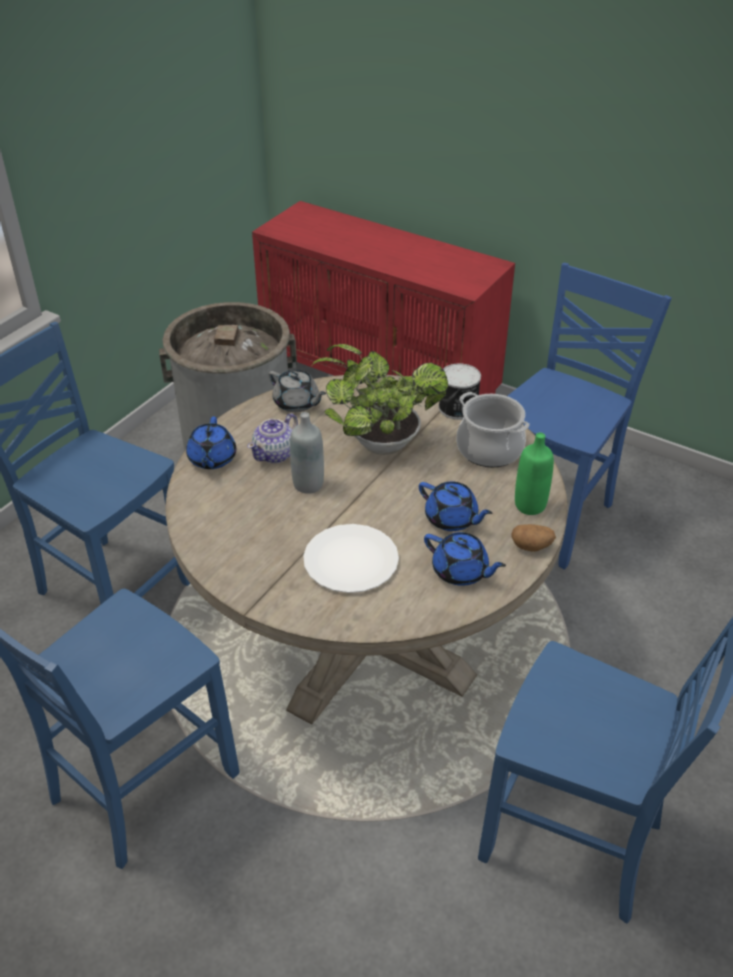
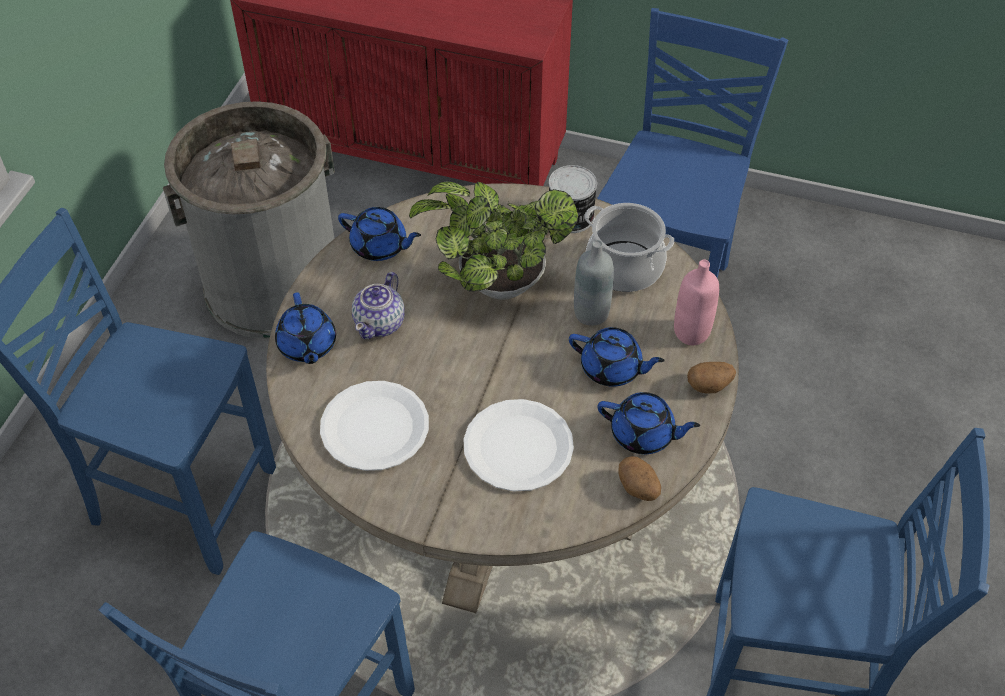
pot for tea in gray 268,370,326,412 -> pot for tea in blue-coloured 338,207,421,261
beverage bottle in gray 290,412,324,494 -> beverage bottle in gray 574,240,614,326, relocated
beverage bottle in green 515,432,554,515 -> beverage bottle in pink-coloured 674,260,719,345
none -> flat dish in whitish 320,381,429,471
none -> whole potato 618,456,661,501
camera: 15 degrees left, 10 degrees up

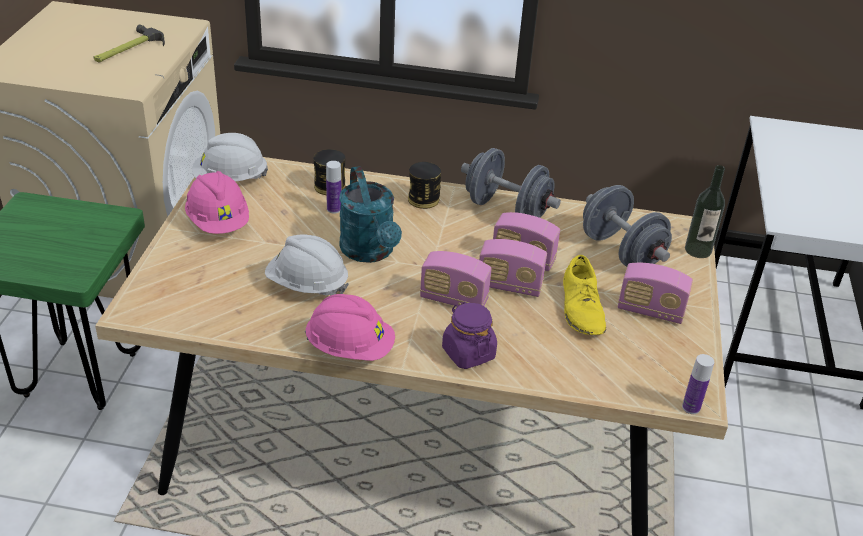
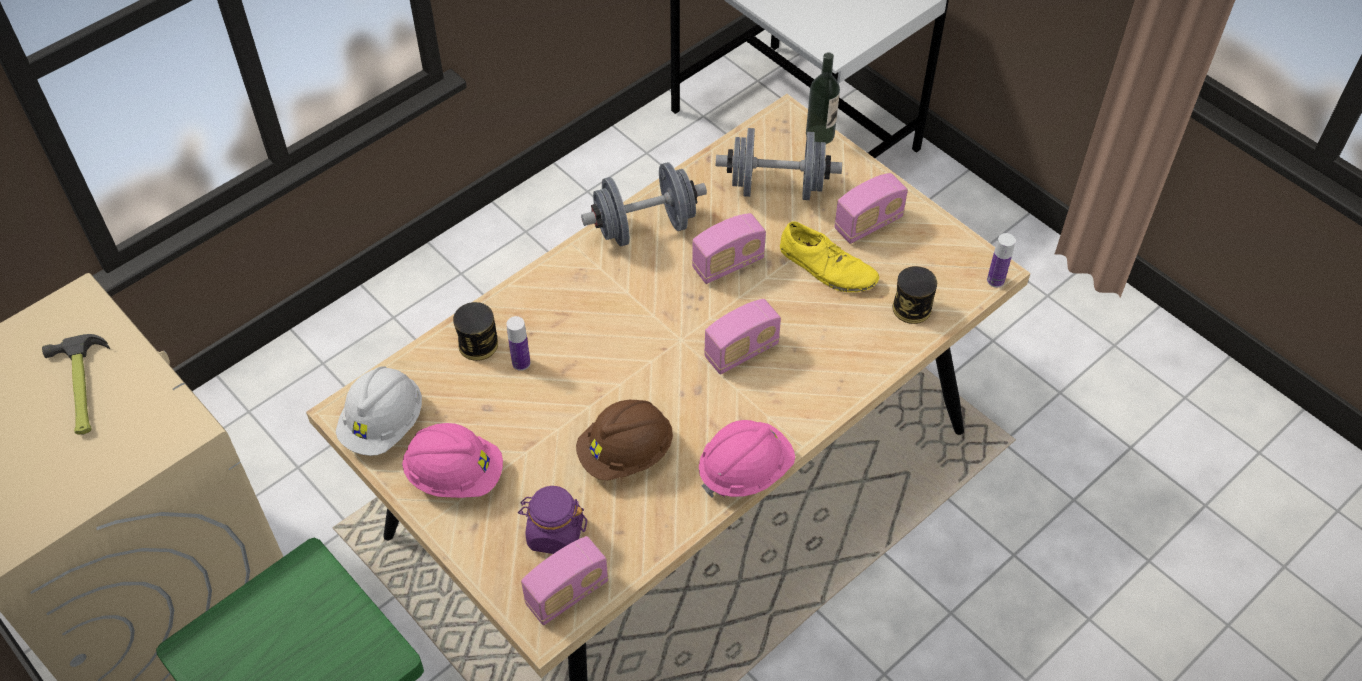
work helmet in whitish 265,234,349,296 -> work helmet in brownish 576,400,673,481
sprinkling can in turquoise-coloured 339,166,402,263 -> none
can 408,162,441,209 -> can 893,266,937,324, relocated
jar in purple-coloured 442,302,497,369 -> jar in purple-coloured 518,486,587,554, relocated
radio receiver 479,239,547,297 -> radio receiver 521,536,609,625, relocated
camera: 50 degrees left, 15 degrees up

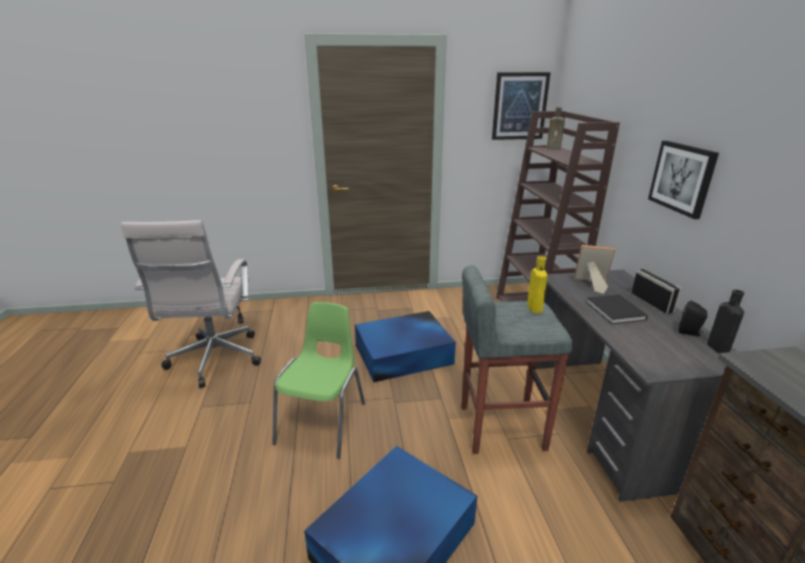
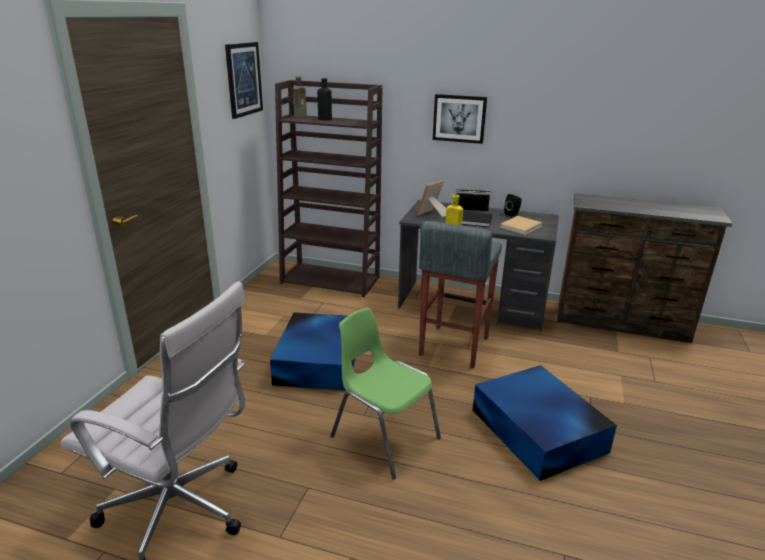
beverage bottle in black-coloured 707,290,745,354 -> beverage bottle in black-coloured 317,78,332,121, relocated
none -> volume in beige 500,216,543,235
camera: 65 degrees left, 0 degrees up

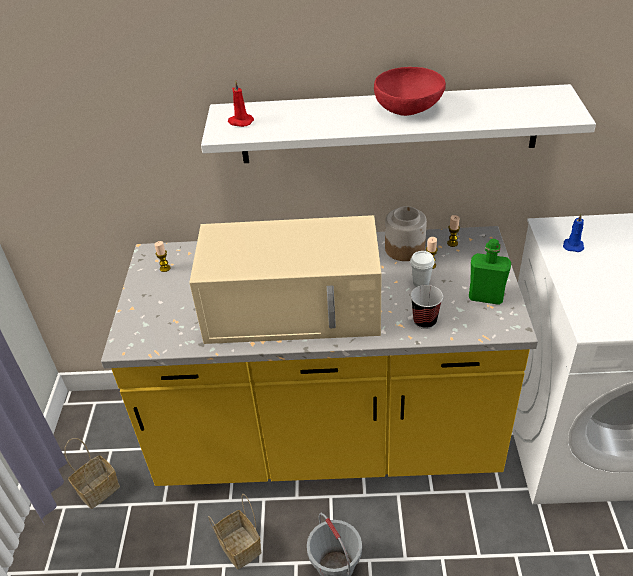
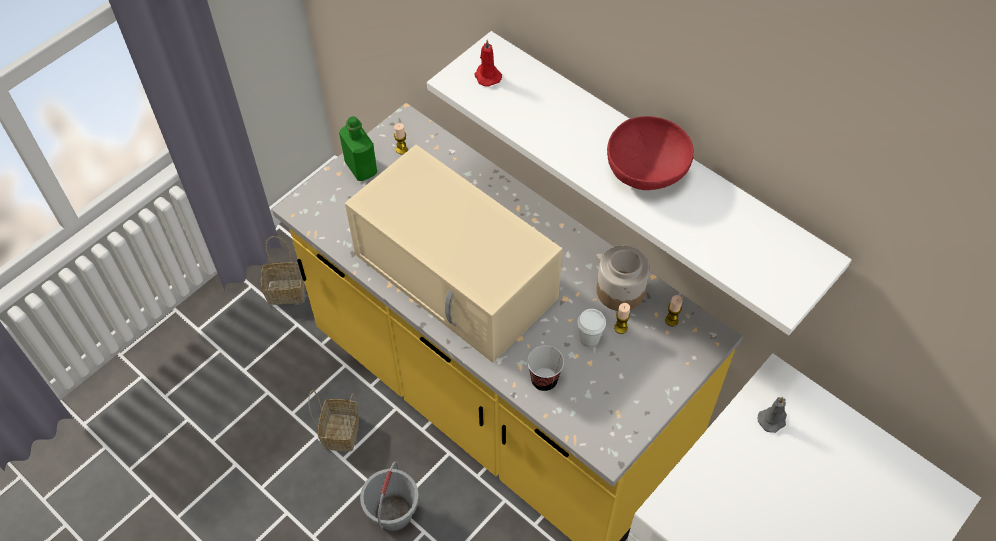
beverage bottle in green 469,239,511,305 -> beverage bottle in green 339,116,377,181, relocated
wax candle in blue-coloured 563,214,584,252 -> wax candle in gray 758,397,787,433
camera: 40 degrees right, 15 degrees up

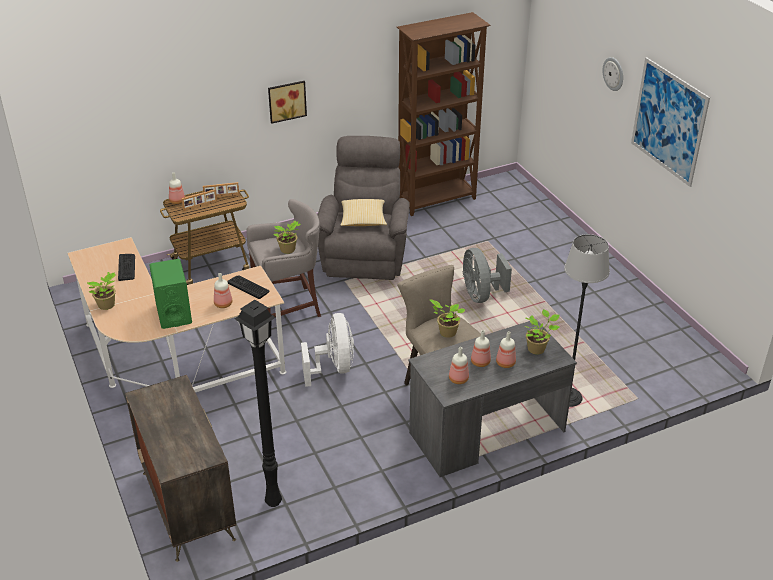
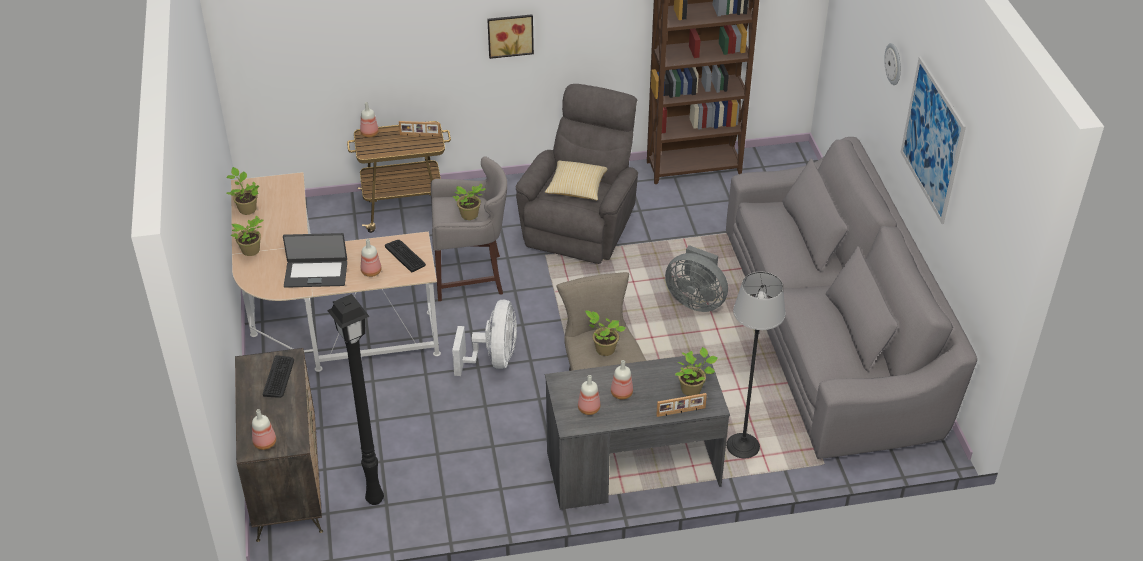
computer keyboard 118,254,135,281 -> computer keyboard 263,355,294,398, relocated
loudspeaker in green 149,259,192,329 -> notebook computer 283,233,347,288
picture frame 181,189,217,211 -> picture frame 656,393,707,417, relocated
electric fan in gray 462,248,512,303 -> electric fan in gray 665,245,728,312, 60 degrees counterclockwise
beverage bottle 496,331,516,368 -> beverage bottle 252,409,276,450, relocated
none -> houseplant 227,167,259,215
none -> settee in gray 726,137,977,459
camera: 15 degrees right, 5 degrees up

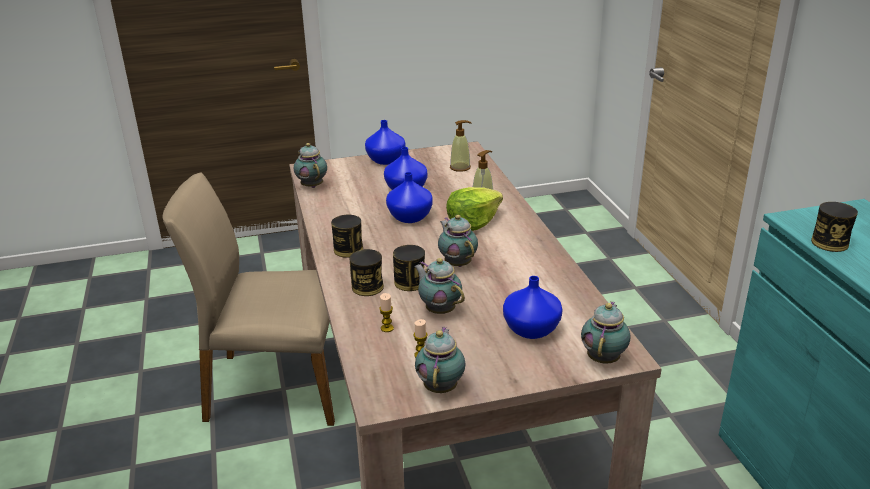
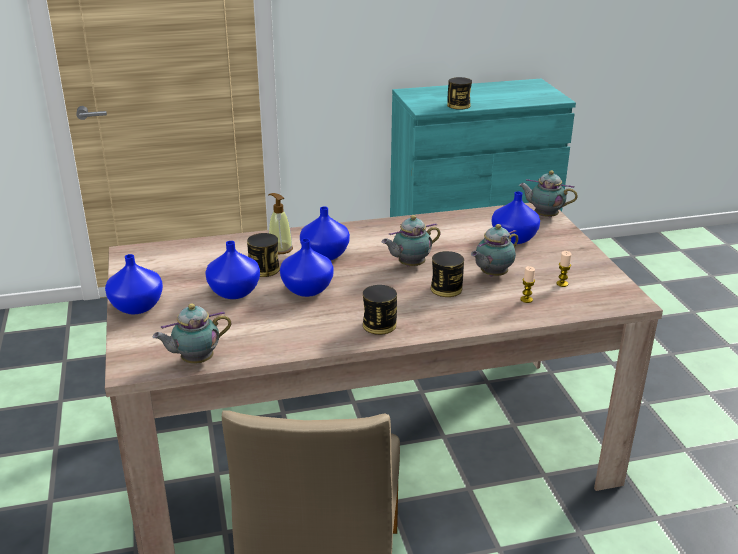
can 350,249,384,296 -> can 247,233,280,277, relocated
pot for tea 415,327,465,393 -> none
head of lettuce 446,187,503,231 -> decorative vase in blue-coloured 300,207,350,260
soap dispenser 450,120,471,172 -> none
camera: 90 degrees left, 0 degrees up

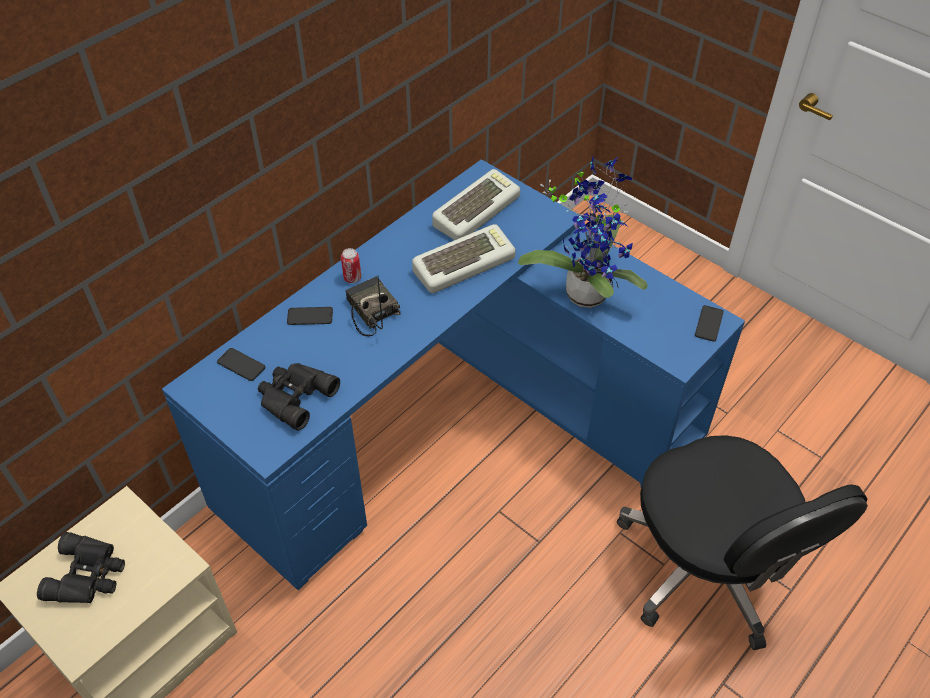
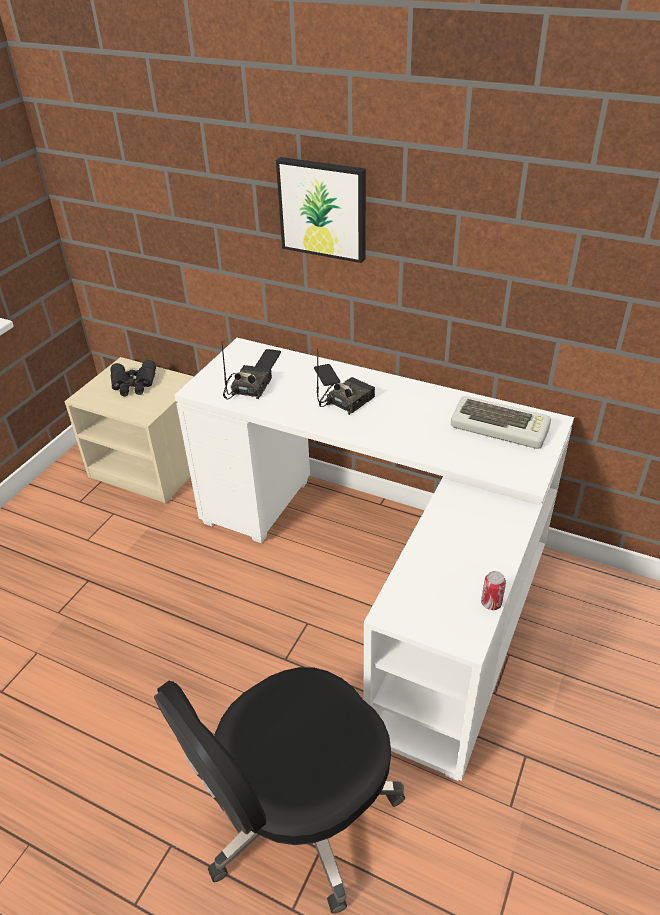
desk in blue-coloured 162,159,745,590 -> desk in whitish 174,338,574,781
binoculars in black-coloured 258,363,340,431 -> radio receiver 222,344,272,399
can 341,248,361,283 -> can 481,571,506,610, relocated
computer keyboard 412,224,516,293 -> none
houseplant 518,156,648,308 -> none
handset 695,305,724,342 -> none
none -> picture 276,157,366,263
camera: 75 degrees right, 10 degrees down

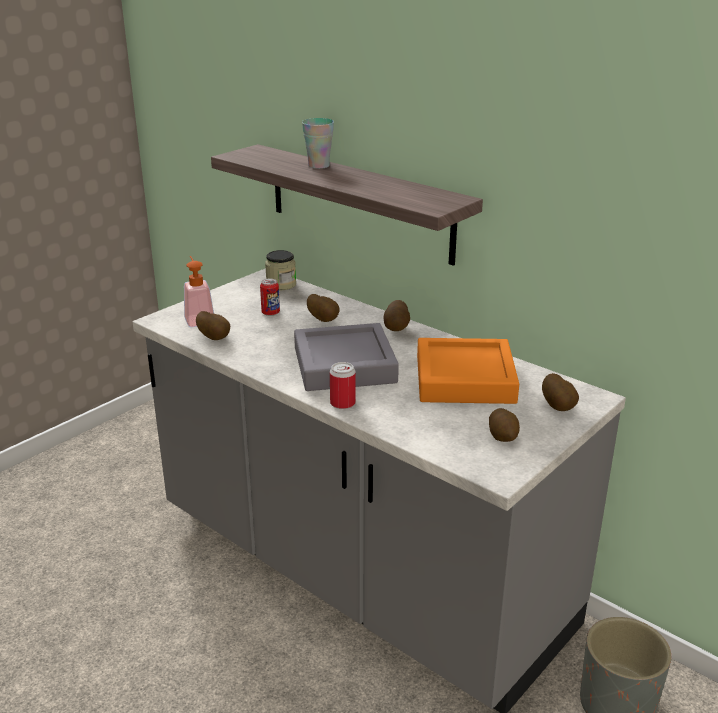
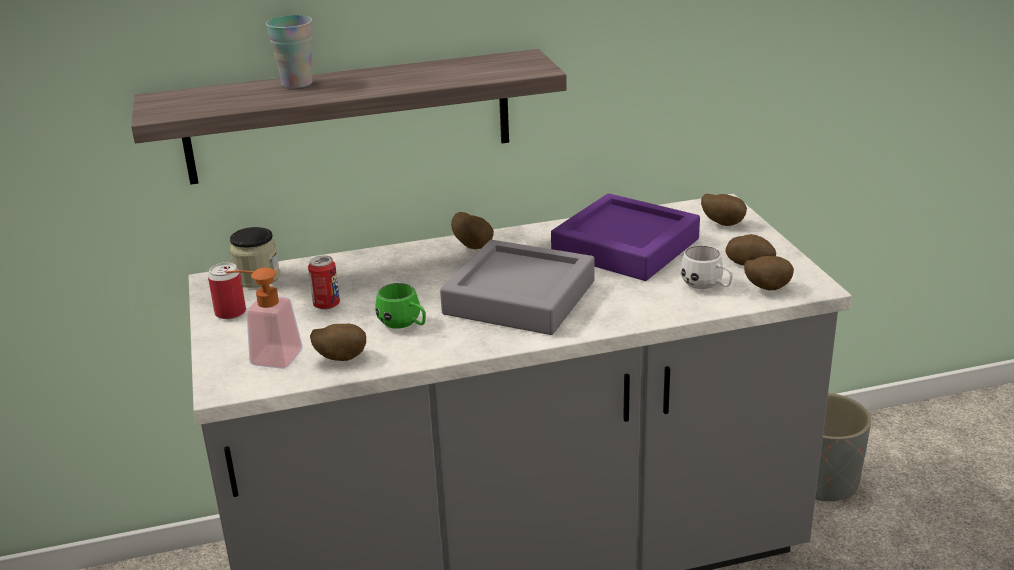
whole potato 307,294,340,322 -> whole potato 744,256,794,290, relocated
can 330,362,356,409 -> can 208,262,246,319, relocated
tray in orange-coloured 417,338,519,404 -> tray in purple-coloured 551,193,700,281
none -> coffee mug in green 375,283,426,329
none -> coffee mug in whitish 680,246,733,289
camera: 55 degrees left, 0 degrees up

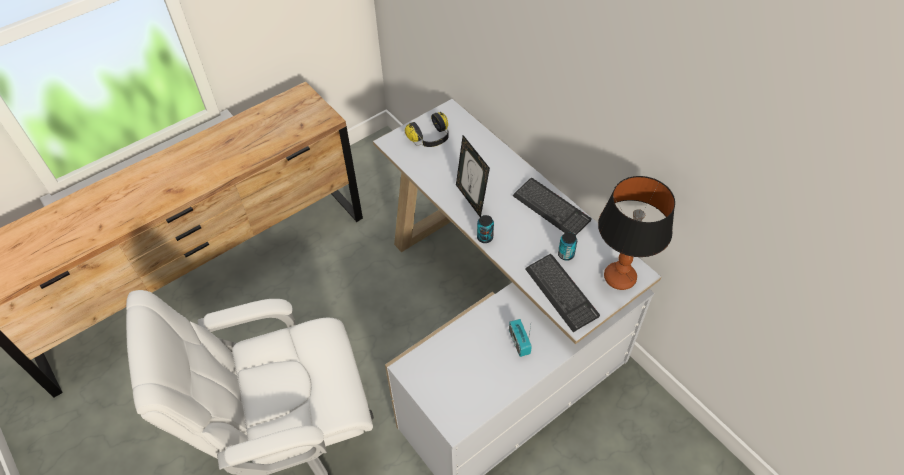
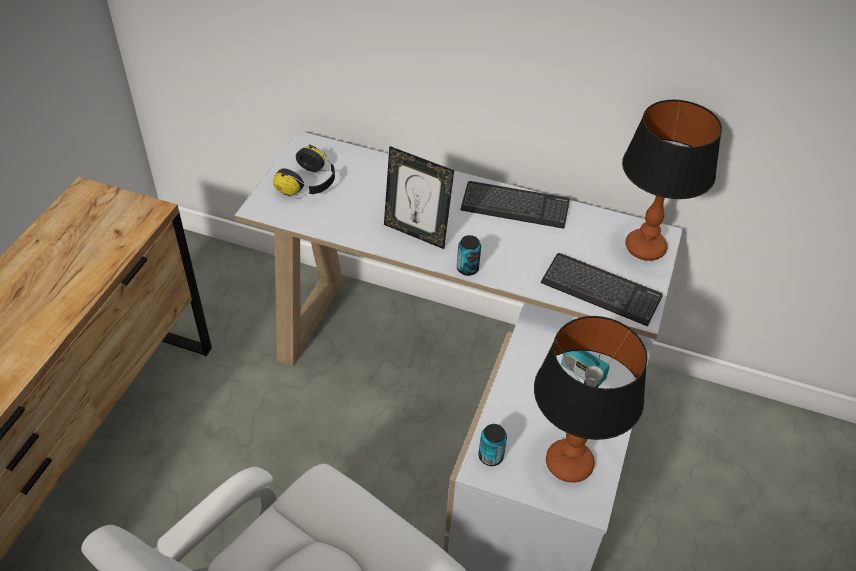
can 558,232,577,261 -> can 479,424,507,466, relocated
none -> lamp for a table 534,316,647,483
camera: 35 degrees left, 5 degrees down

